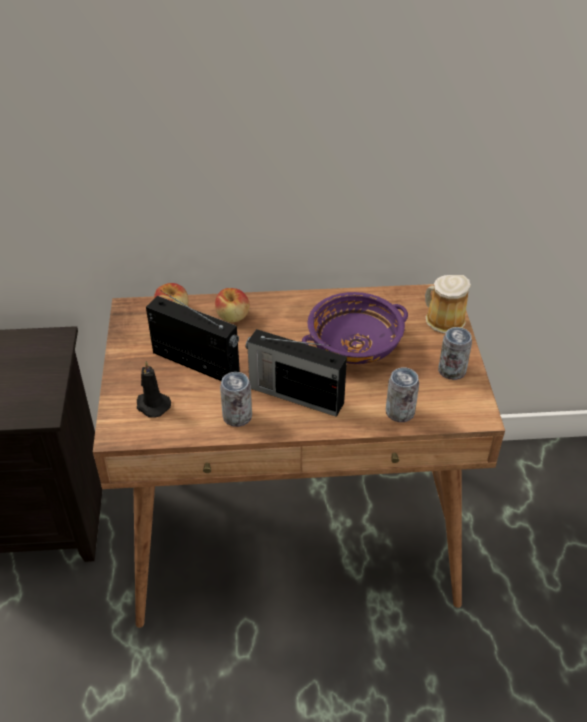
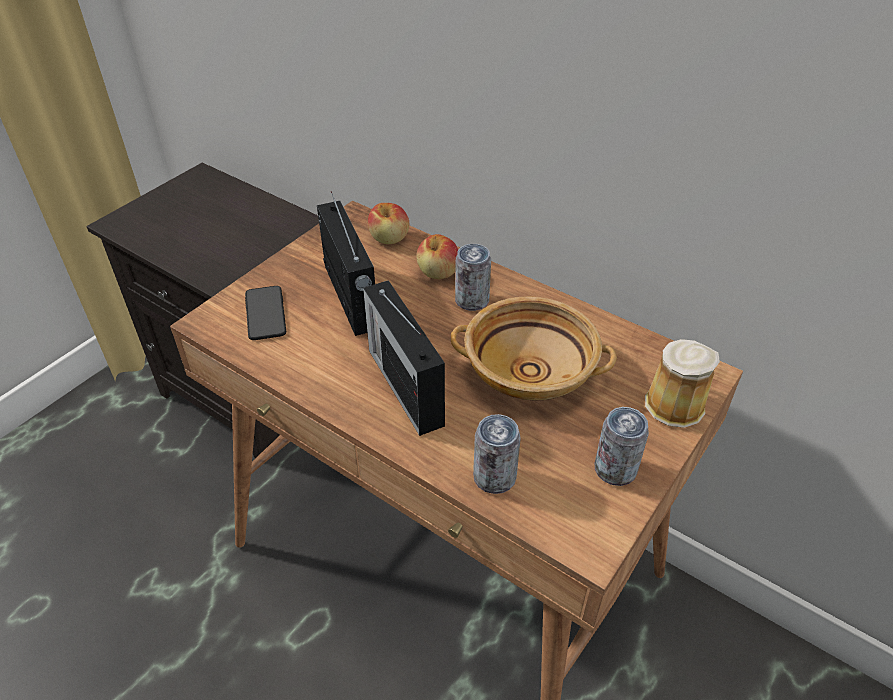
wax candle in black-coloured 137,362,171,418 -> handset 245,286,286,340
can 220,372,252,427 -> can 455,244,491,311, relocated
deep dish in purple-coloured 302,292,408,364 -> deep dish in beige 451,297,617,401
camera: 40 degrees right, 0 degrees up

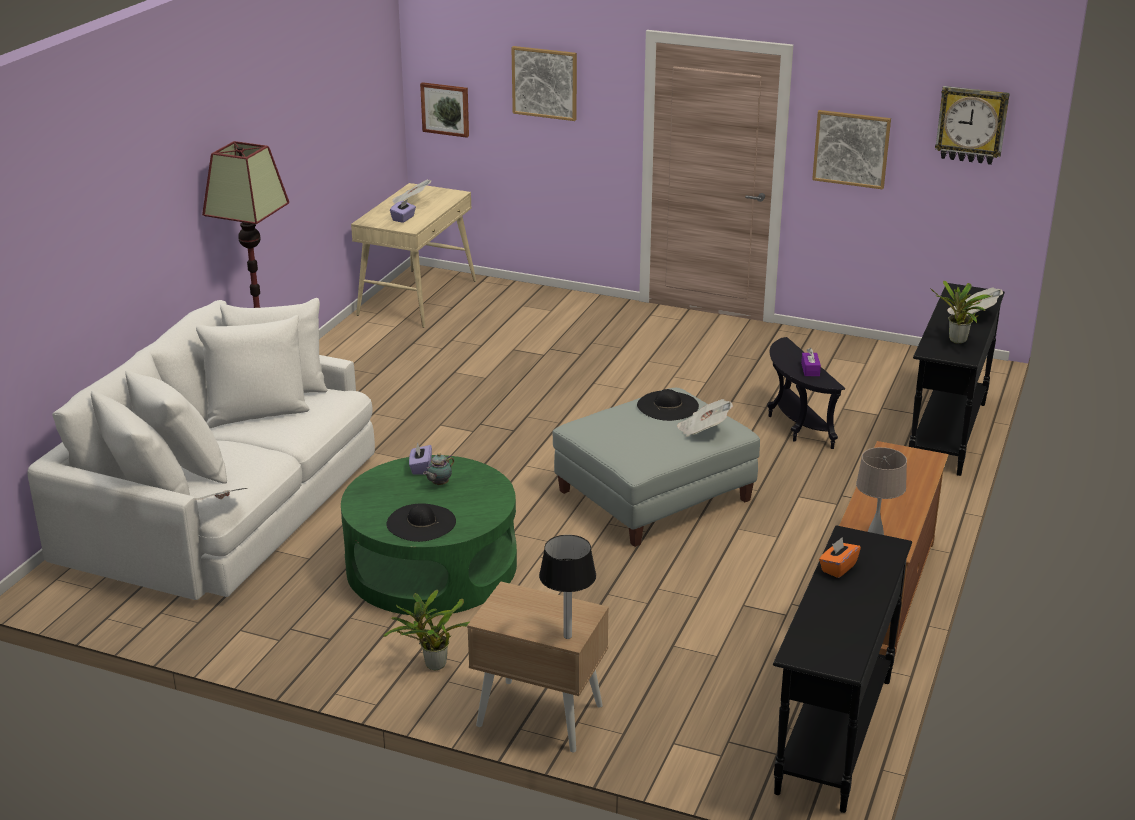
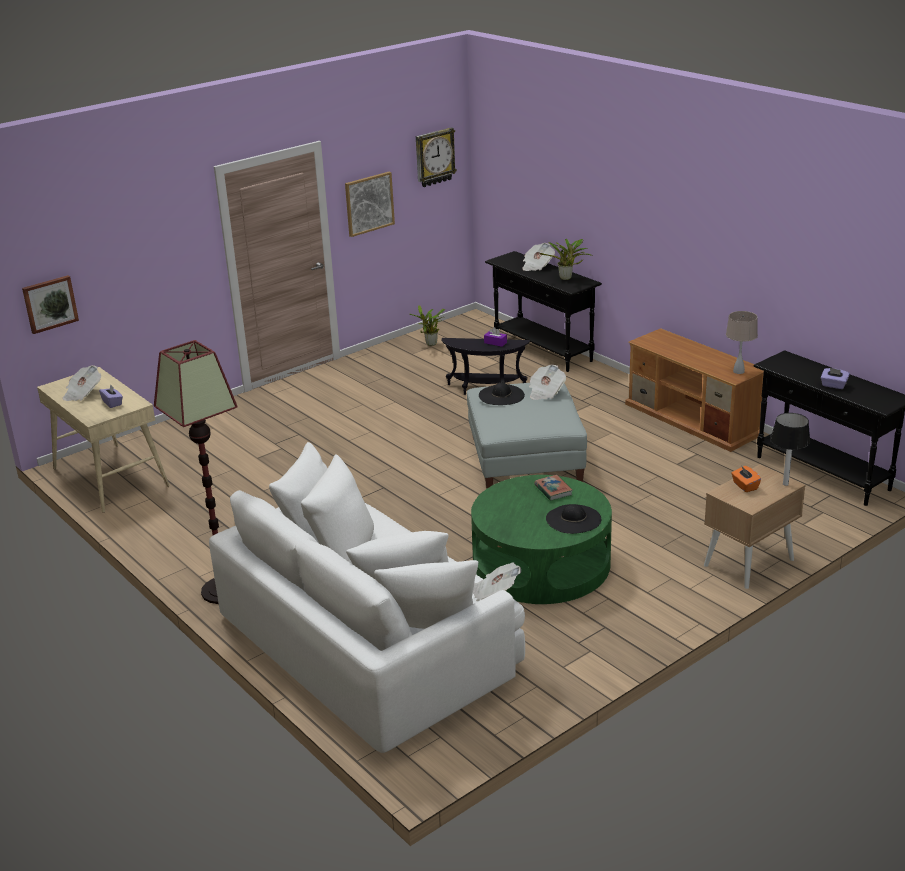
houseplant 383,590,469,670 -> houseplant 409,305,445,346, relocated
tissue box in purple-coloured 409,443,432,475 -> tissue box in purple-coloured 821,368,850,389, relocated
pot for tea 423,453,454,485 -> none
picture 511,46,577,121 -> none
tissue box in orange-coloured 819,537,861,578 -> tissue box in orange-coloured 731,466,761,492, relocated
none -> volume 534,475,573,501
camera: 60 degrees left, 0 degrees up

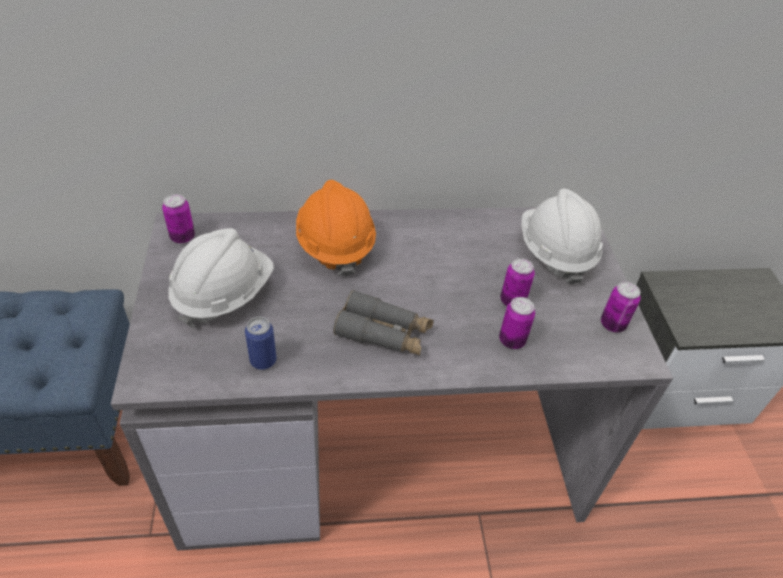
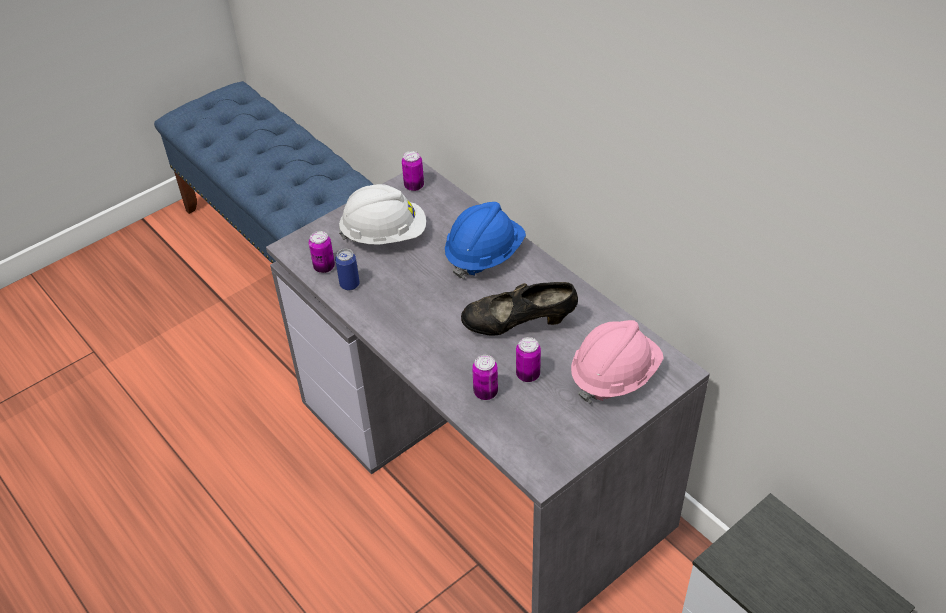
work helmet in orange-coloured 296,180,376,276 -> work helmet in blue-coloured 445,202,526,279
binoculars in gray 333,290,434,355 -> none
work helmet in whitish 521,189,603,285 -> work helmet in pink-coloured 571,320,664,403
can 601,282,641,332 -> can 309,231,335,273, relocated
none -> low shoe in black-coloured 461,282,578,336
camera: 60 degrees right, 0 degrees up

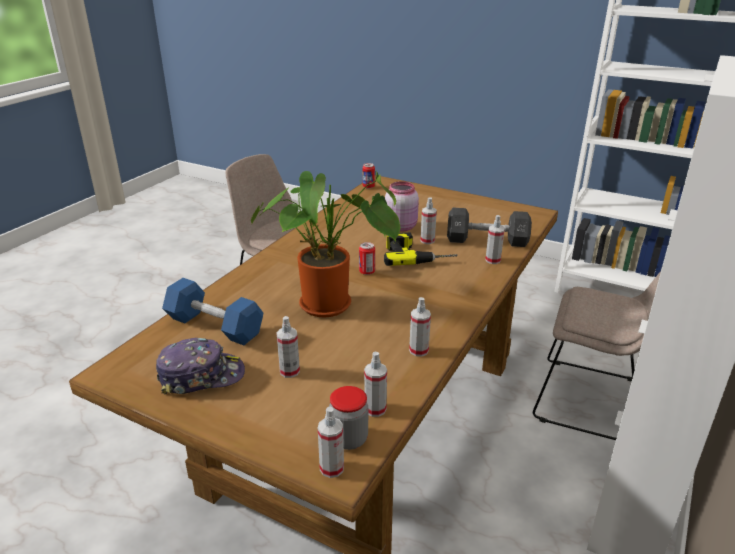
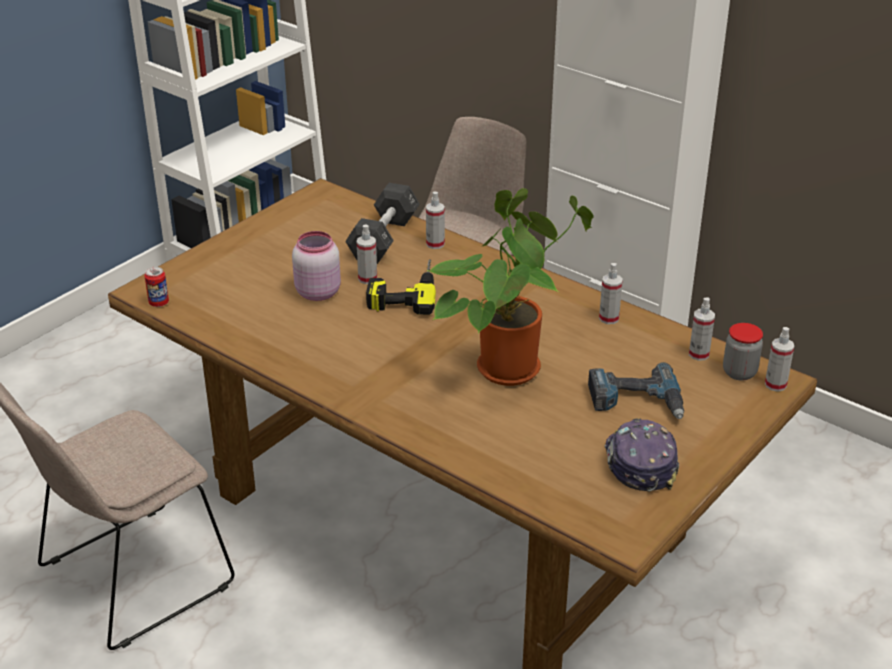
free weight in blue-coloured 162,278,263,345 -> none
hand sprayer 276,316,300,378 -> electric drill 588,362,684,419
can 359,242,375,275 -> none
camera: 80 degrees left, 5 degrees up

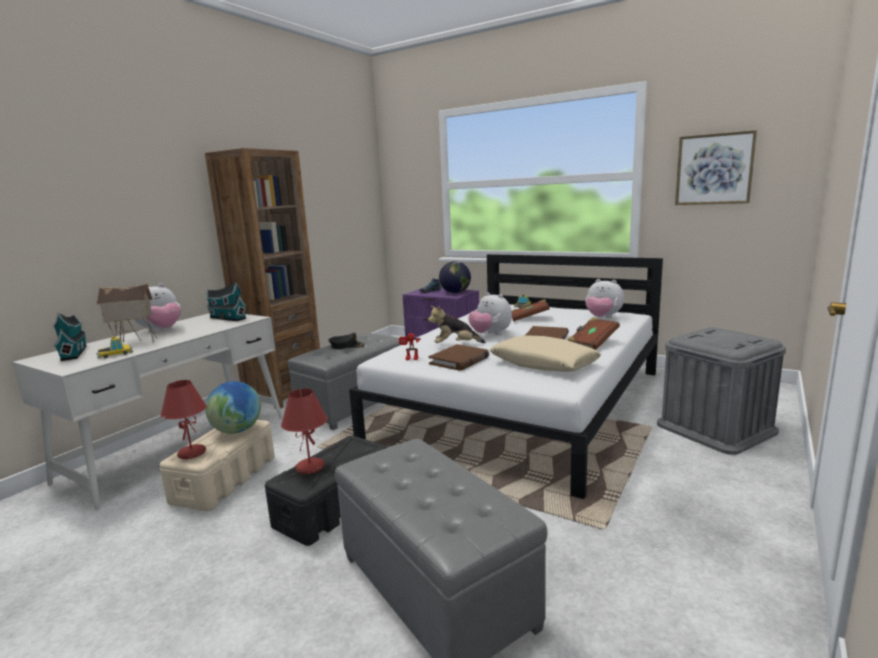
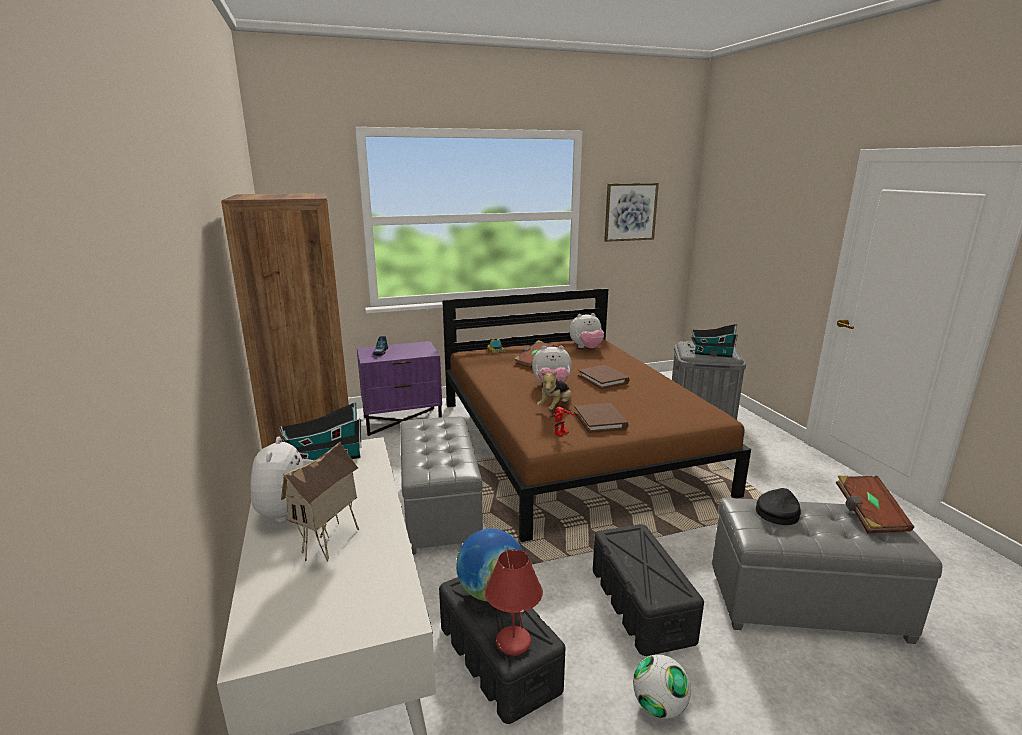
toy house 53,313,87,361 -> toy house 691,324,738,357, relocated
miniature car 97,336,133,359 -> none
storage container in beige 159,420,275,511 -> storage container in black-coloured 439,577,565,724
lamp for a table in reddish 281,389,328,474 -> none
baseball cap in black-coloured 329,333,364,349 -> baseball cap in black-coloured 756,488,801,525, relocated
bedroom bed in whitish 349,254,663,499 -> bedroom bed in brownish 442,288,751,542
world globe 439,261,471,293 -> none
throw pillow in beige 490,336,601,372 -> none
volume in brownish 568,317,620,350 -> volume in brownish 836,476,914,533, relocated
none -> football 633,655,691,719
camera: 50 degrees left, 5 degrees up

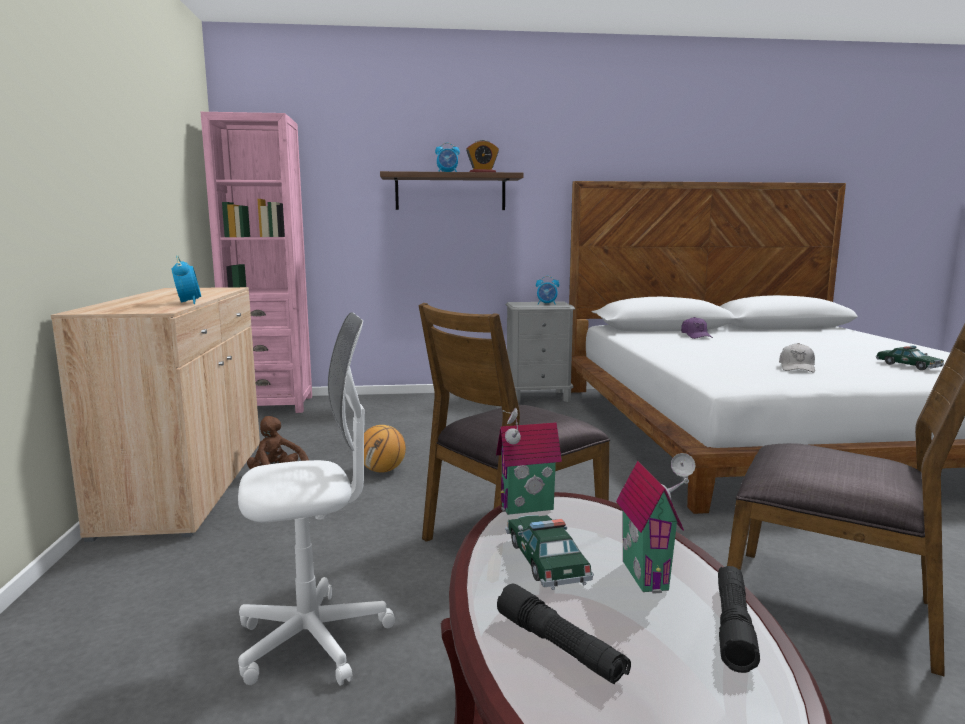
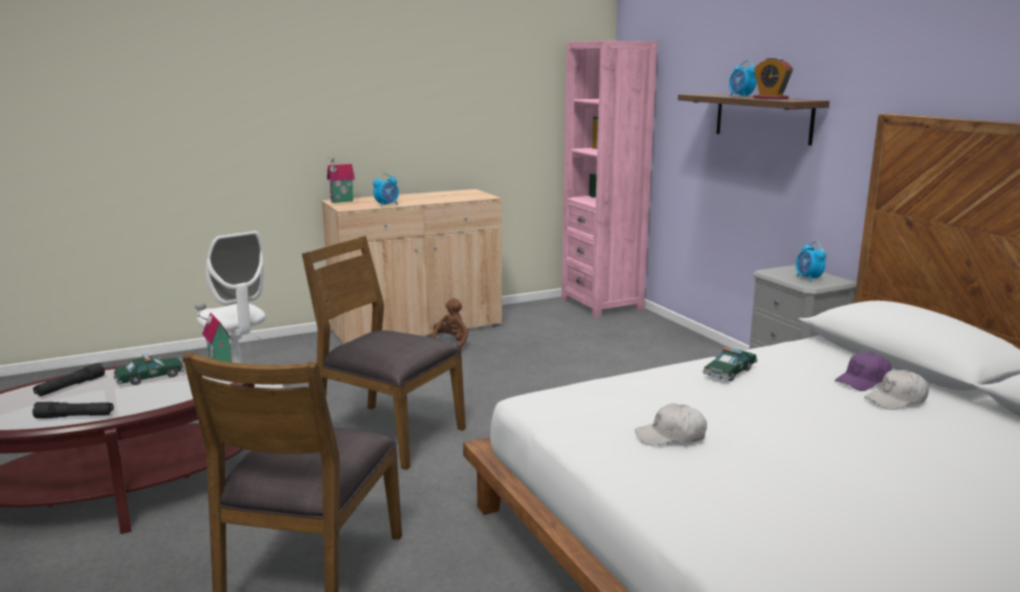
basketball 364,425,406,472 -> none
toy house 616,453,696,594 -> toy house 327,156,355,203, relocated
miniature car 876,345,944,370 -> miniature car 703,347,757,381, relocated
none -> baseball cap in whitish 864,370,929,410
camera: 70 degrees right, 5 degrees up

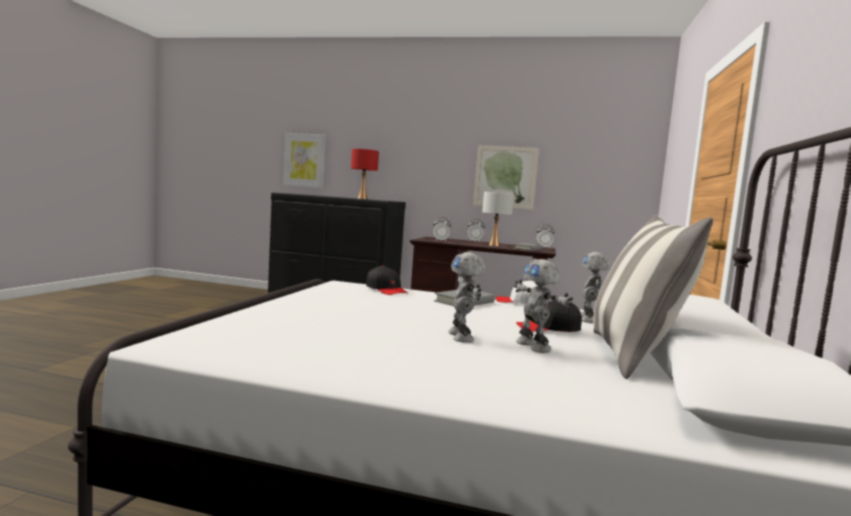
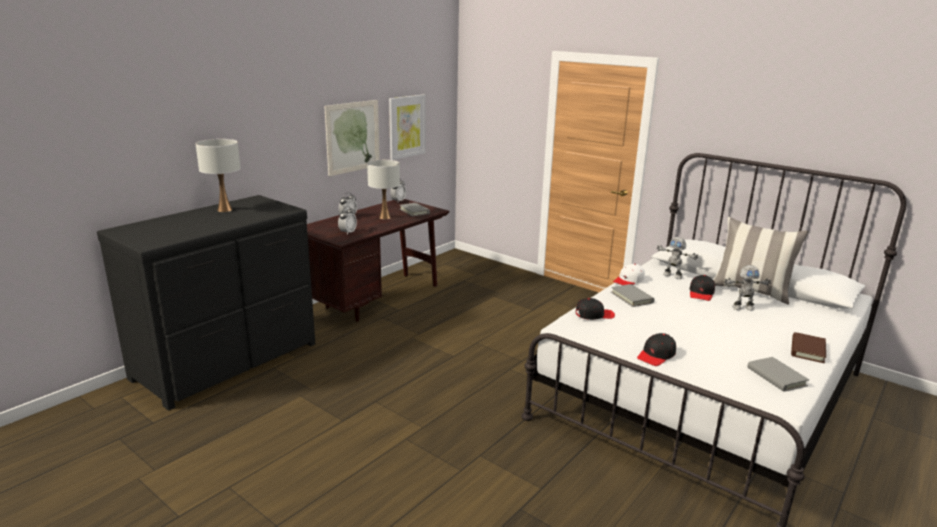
picture 283,133,326,188 -> picture 389,94,426,160, relocated
lamp for a table in reddish 351,149,379,199 -> lamp for a table in whitish 195,139,241,212
robot figure 448,252,486,342 -> none
none -> baseball cap in black-coloured 637,333,676,366
none -> volume in gray 747,357,809,392
none -> volume in brownish 791,332,826,363
camera: 65 degrees left, 15 degrees up

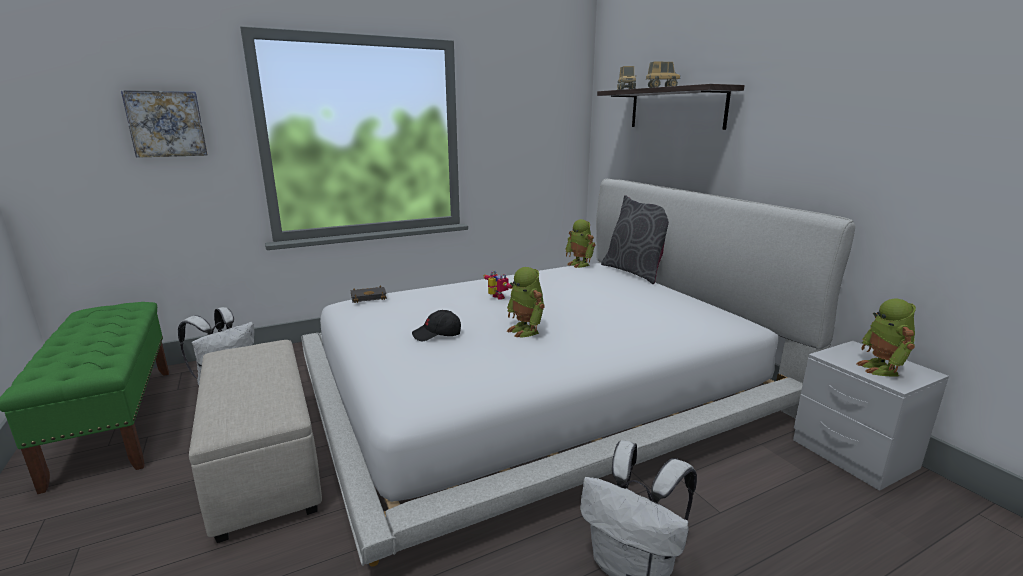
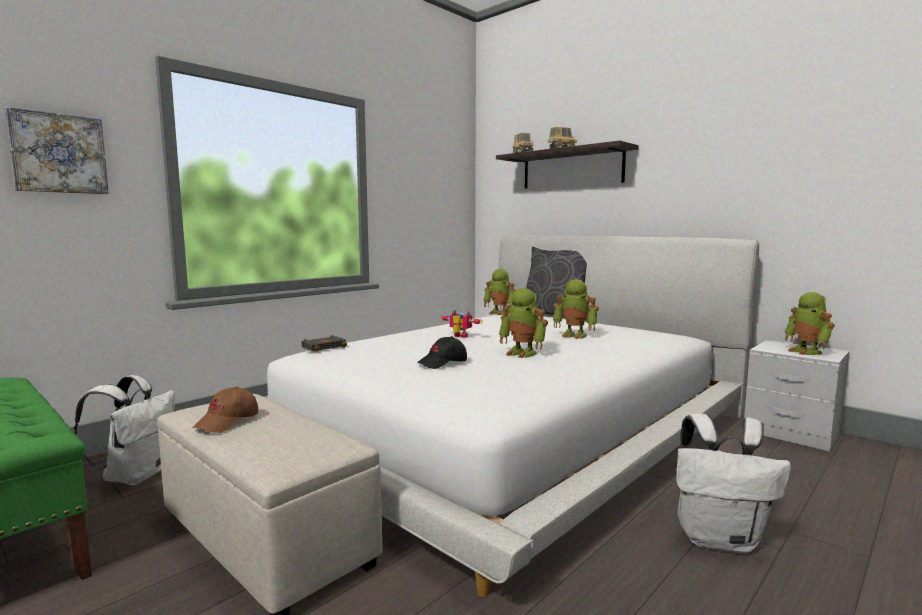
none -> baseball cap in brownish 193,386,258,433
none -> robot figure 553,279,599,339
camera: 20 degrees left, 10 degrees down

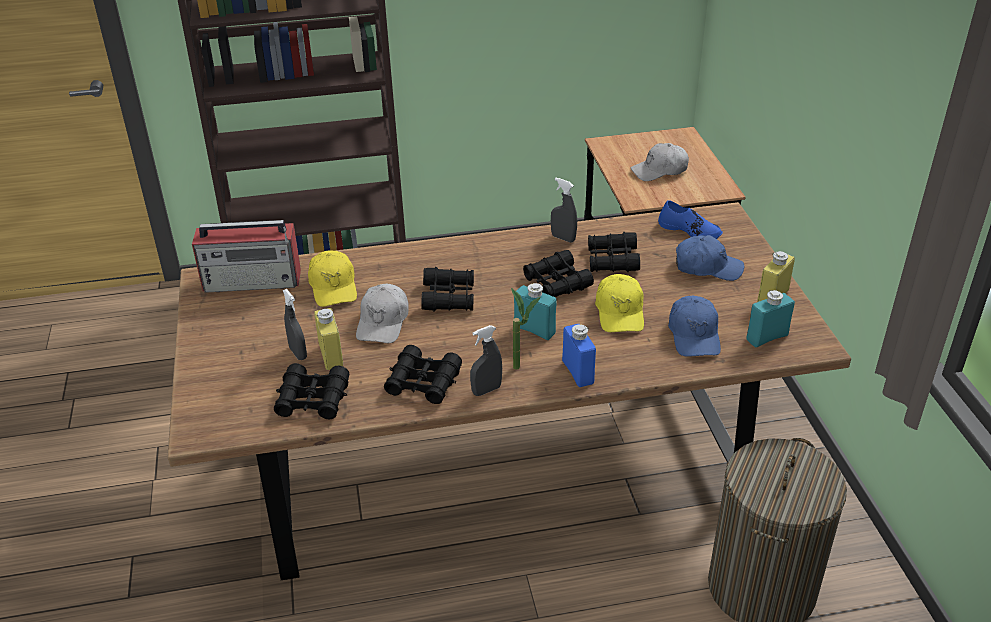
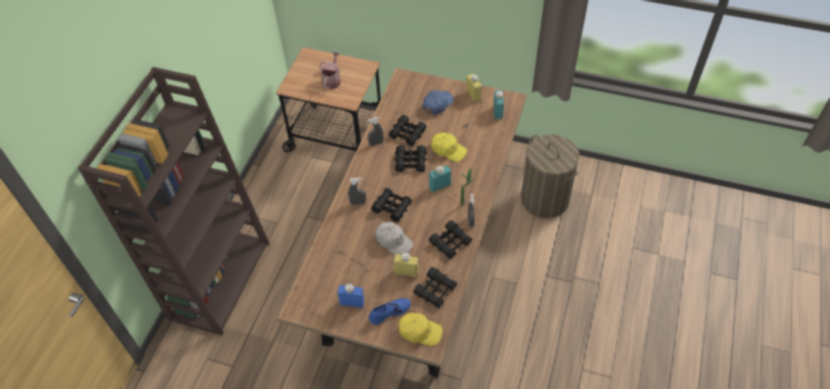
radio receiver 192,220,301,293 -> none
hand sprayer in gray 283,289,307,360 -> hand sprayer in gray 348,178,366,205, relocated
baseball cap in yellow 308,251,357,307 -> baseball cap in yellow 399,313,443,346, relocated
beverage bottle in blue-coloured 562,324,596,387 -> beverage bottle in blue-coloured 338,283,364,308, relocated
baseball cap in whitish 631,143,689,181 -> sprinkling can 319,52,341,89
low shoe in blue-coloured 658,200,723,239 -> low shoe in blue-coloured 369,298,411,325, relocated
baseball cap in blue-coloured 668,295,721,357 -> none
camera: 60 degrees left, 15 degrees up

